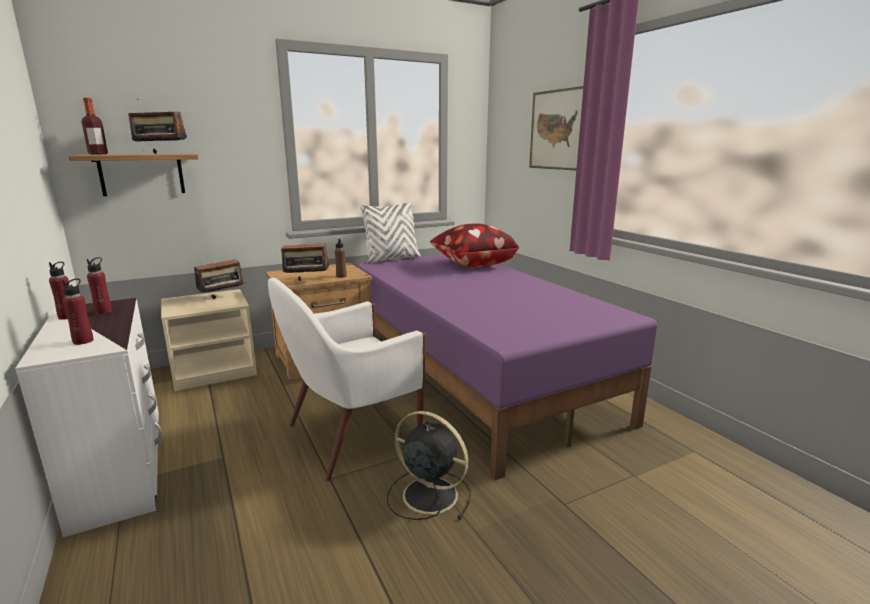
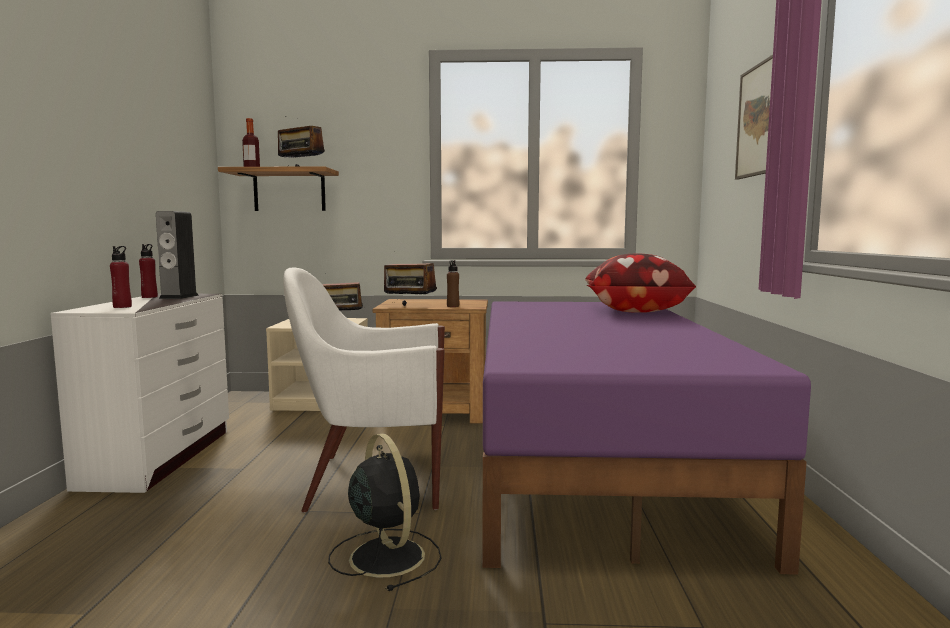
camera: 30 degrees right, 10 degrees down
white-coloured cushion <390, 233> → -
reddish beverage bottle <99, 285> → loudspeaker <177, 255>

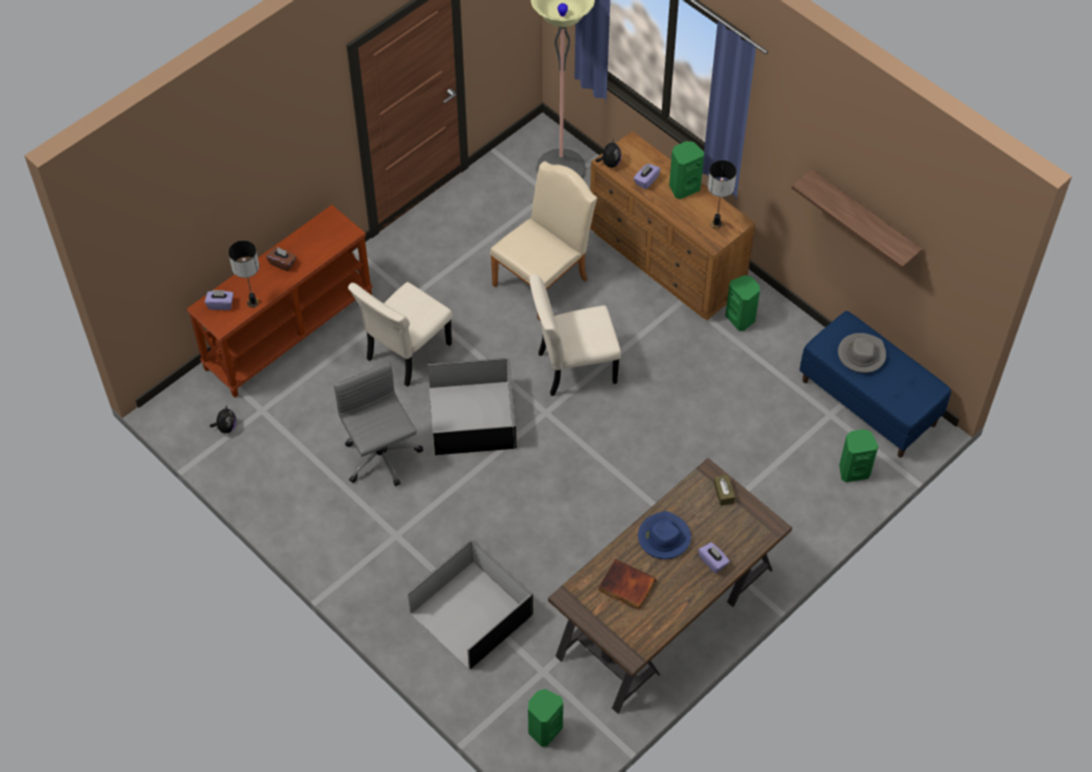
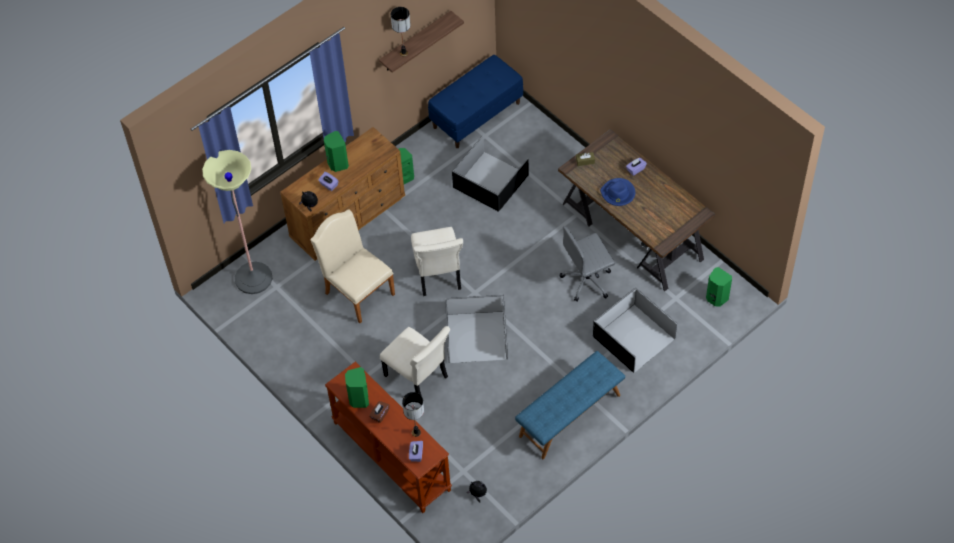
camera: 85 degrees left, 0 degrees up
lamp for a table <722, 194> → lamp for a table <401, 31>, shifted
greyish clothing hat <862, 353> → -
greyish desk chair <378, 424> → greyish desk chair <587, 263>, shifted
green loudspeaker <858, 455> → green loudspeaker <357, 387>, shifted
bound book <627, 584> → -
- → black-coloured storage bin <490, 173>
- → blue bench <570, 405>

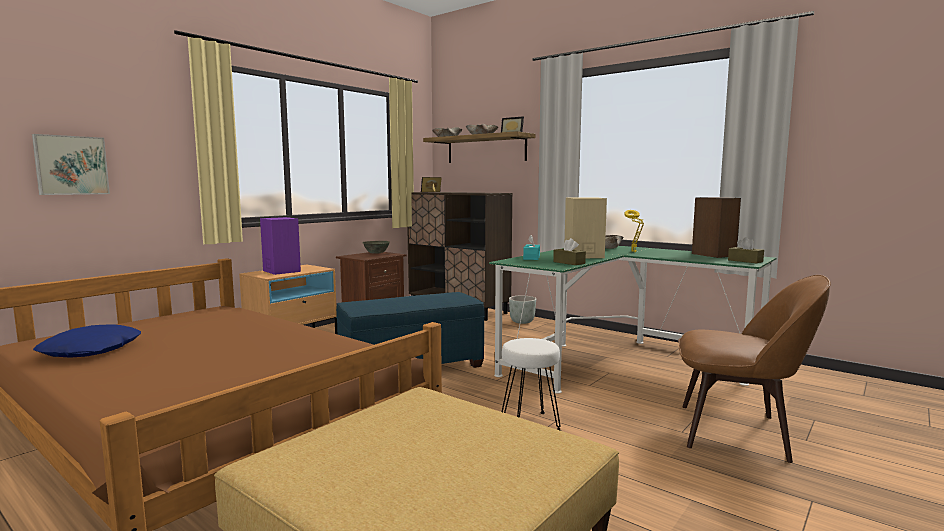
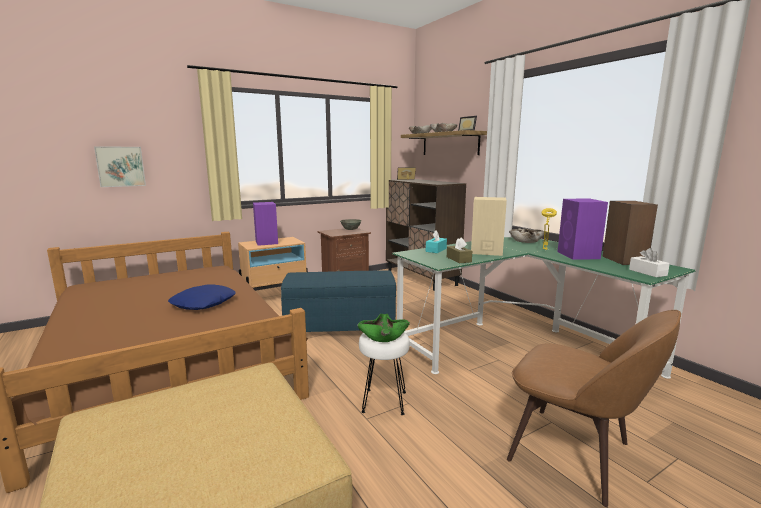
camera: 20 degrees right, 5 degrees up
brown tissue box <746, 250> → white-coloured tissue box <649, 262>
greyish plant pot <522, 310> → -
blue cushion <87, 341> → blue cushion <202, 297>, shifted
- → purple-coloured loudspeaker <583, 229>
- → green deep dish <383, 328>

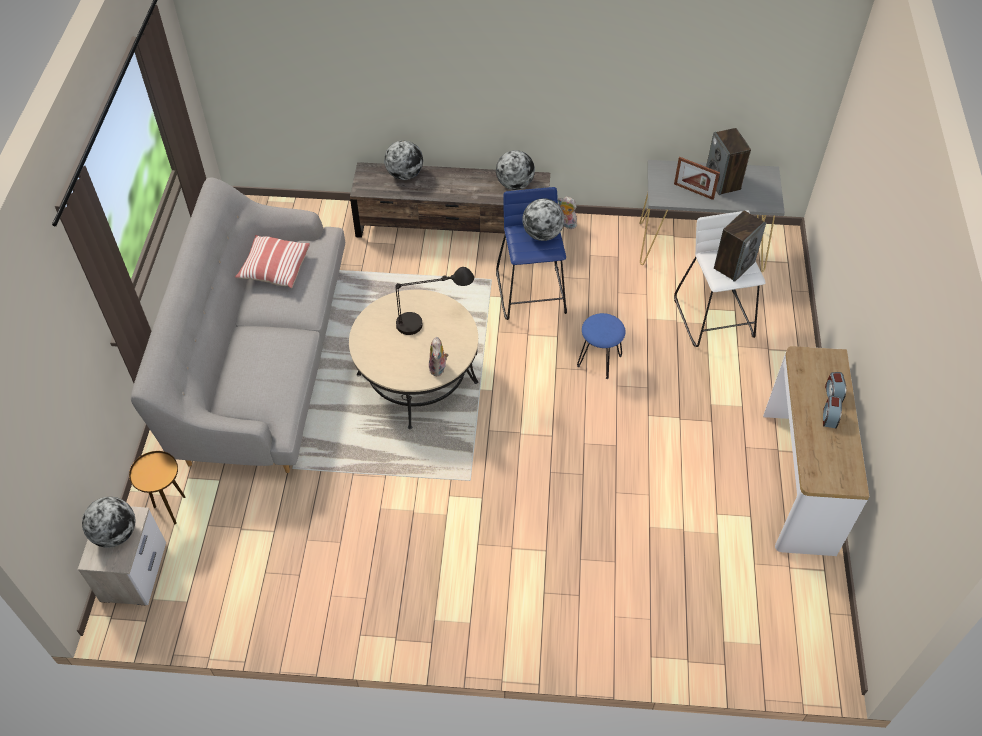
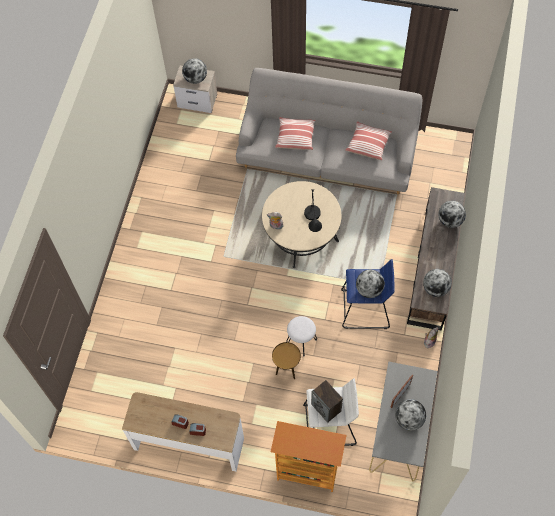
camera: 100 degrees right, 10 degrees up
loudspeaker <728, 161> → world globe <410, 414>
blue stool <601, 346> → white-coloured stool <301, 336>
brown end table <157, 487> → brown end table <286, 360>, shifted
- → cushion <295, 133>
- → shelving unit <309, 456>

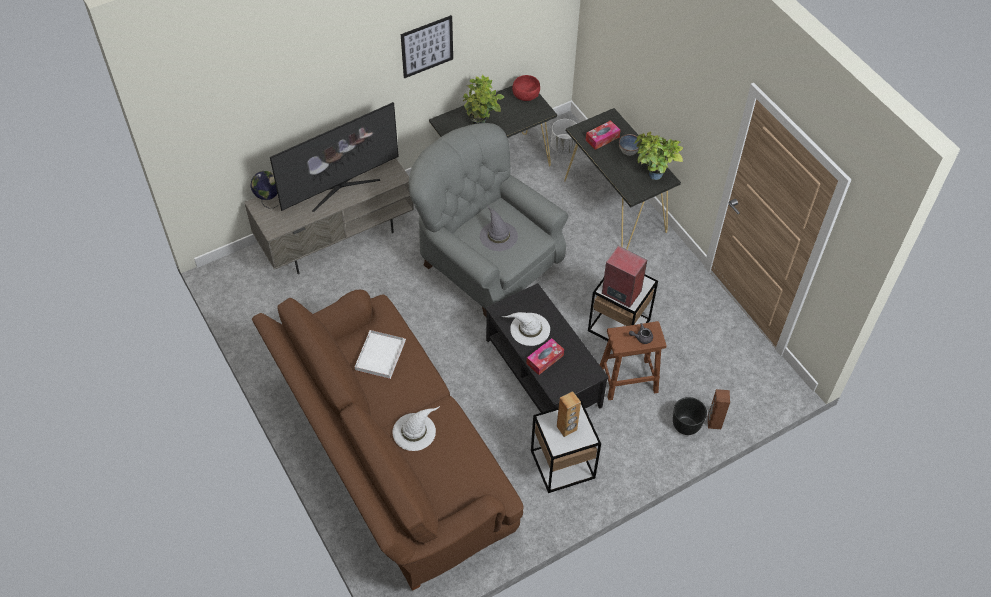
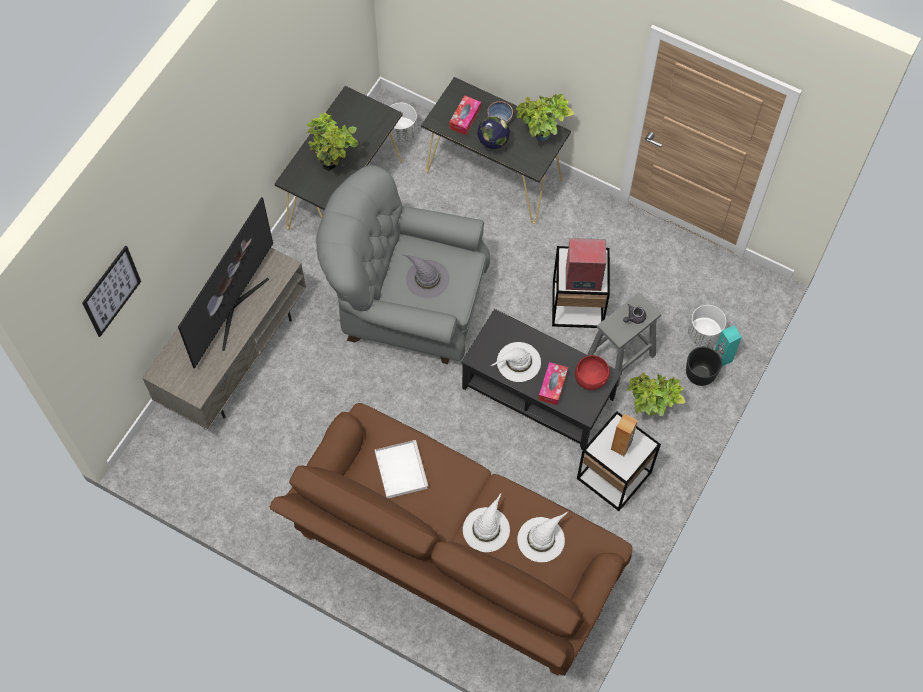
camera: 30 degrees left, 10 degrees up
wall art <427, 46> → wall art <111, 291>, shifted
reddish deep dish <526, 88> → reddish deep dish <592, 372>, shifted
world globe <264, 189> → world globe <493, 135>, shifted
brown stool <633, 360> → greyish stool <624, 339>
brown loudspeaker <719, 409> → blue-green loudspeaker <728, 345>
- → white-coloured plant pot <707, 326>
- → potted plant <656, 394>
- → white-coloured clothing hat <542, 537>

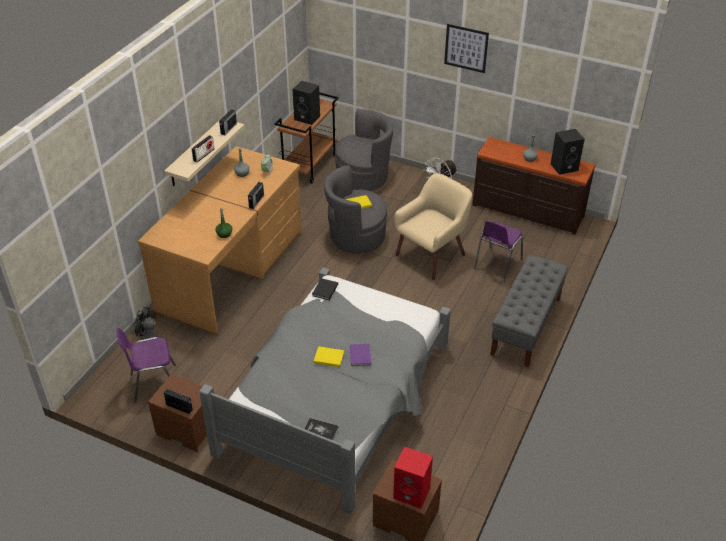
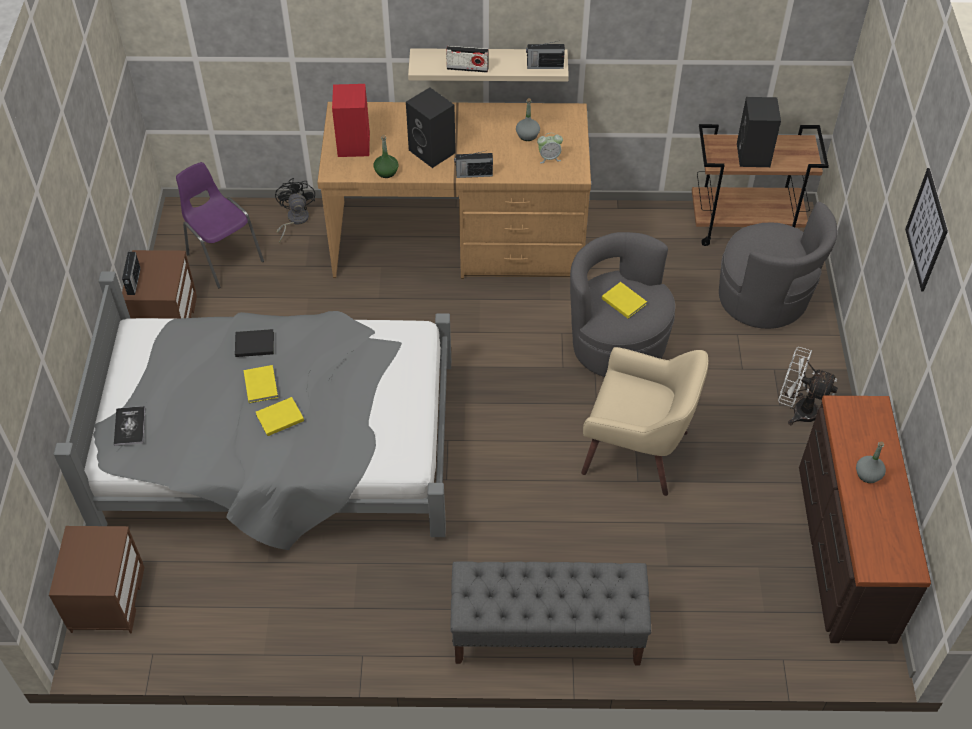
camera: 65 degrees right, 10 degrees up
black-coloured loudspeaker <568, 152> → black-coloured loudspeaker <431, 127>, shifted
purple-coloured upright chair <498, 250> → -
black-coloured bound book <325, 289> → black-coloured bound book <254, 343>, shifted
purple-coloured bound book <360, 355> → yellow bound book <280, 416>
reddish loudspeaker <413, 478> → reddish loudspeaker <351, 120>, shifted

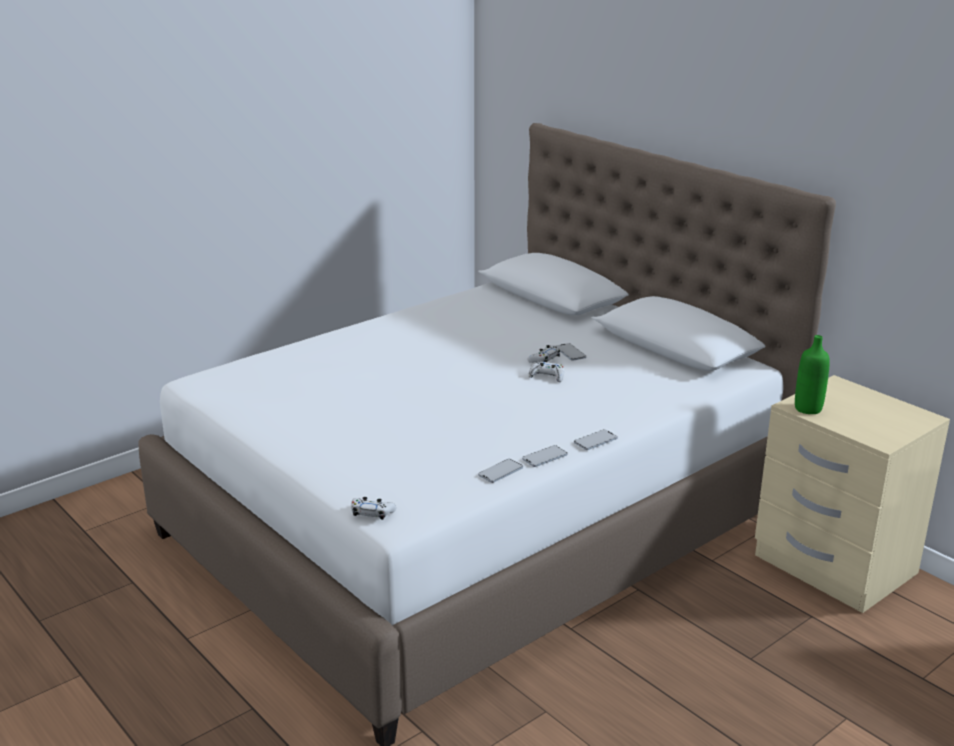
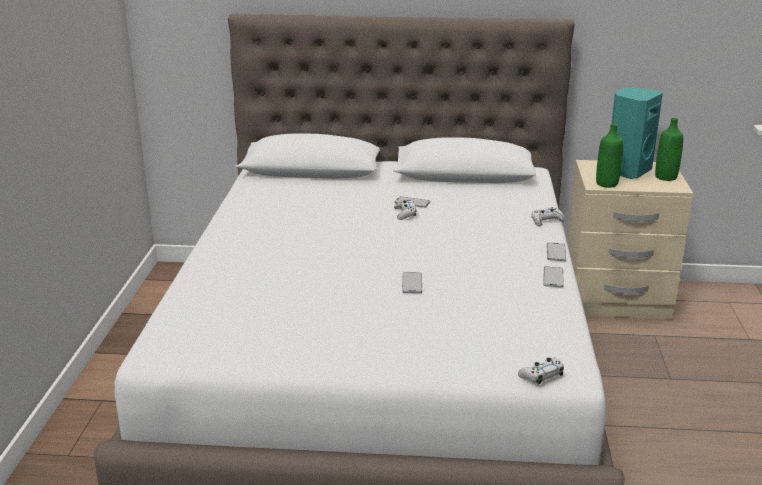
camera: 45 degrees left, 0 degrees up
white-coloured gamepad <547, 372> → white-coloured gamepad <548, 217>, shifted
telephone <500, 471> → telephone <412, 282>, shifted
- → blue-green loudspeaker <637, 133>
- → green beverage bottle <669, 149>

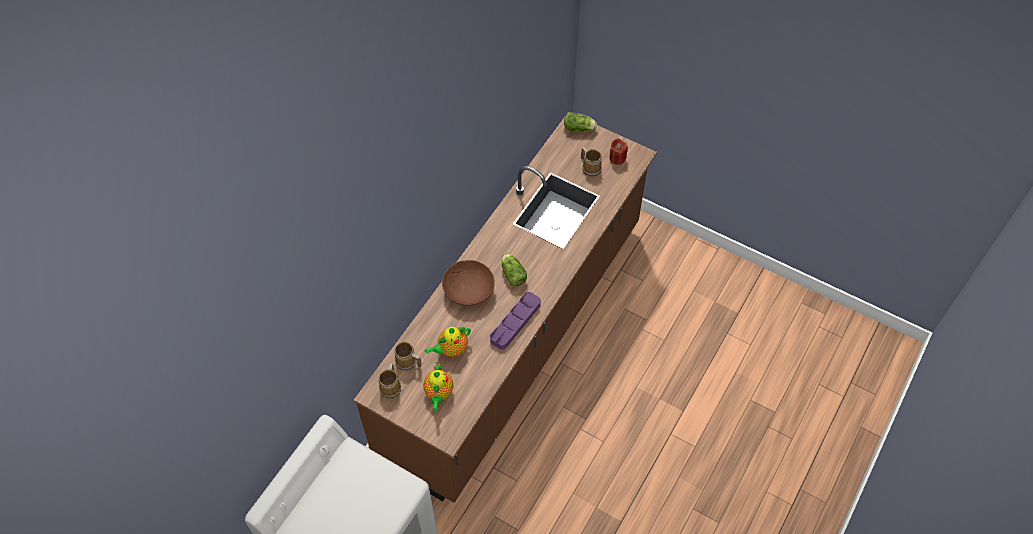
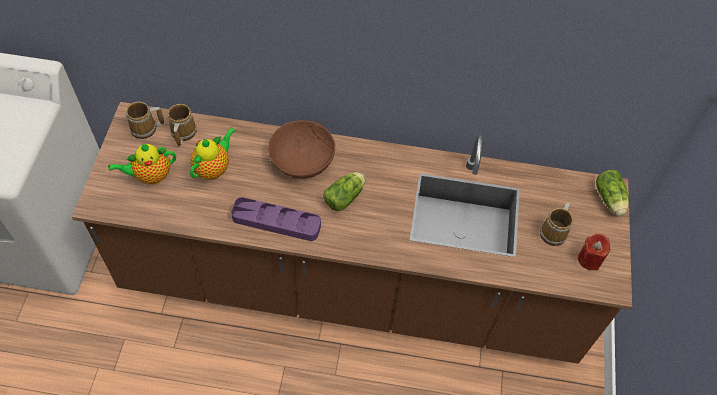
camera: 65 degrees right, 0 degrees up
tea pot <448, 342> → tea pot <213, 154>, 90 degrees clockwise

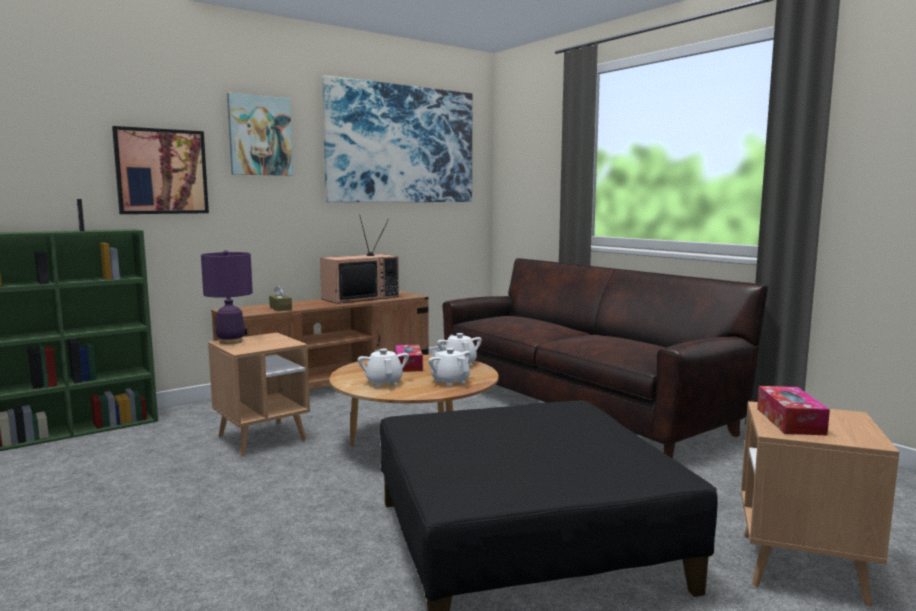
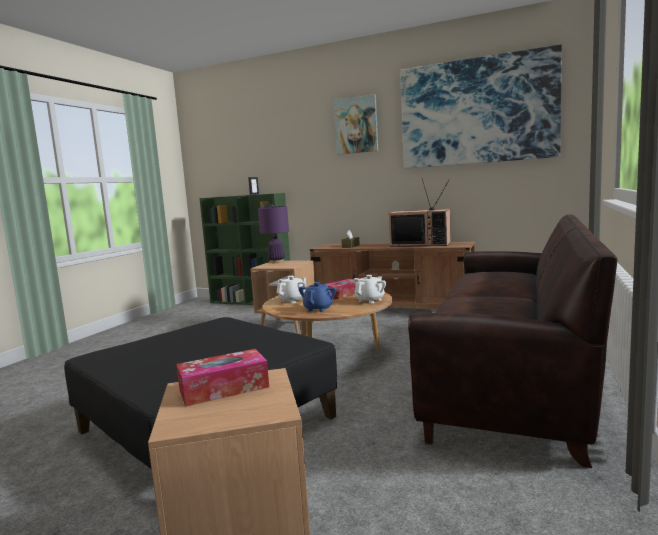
camera: 60 degrees right, 0 degrees up
wall art <160, 170> → -
white-coloured tea pot <449, 367> → blue tea pot <318, 297>

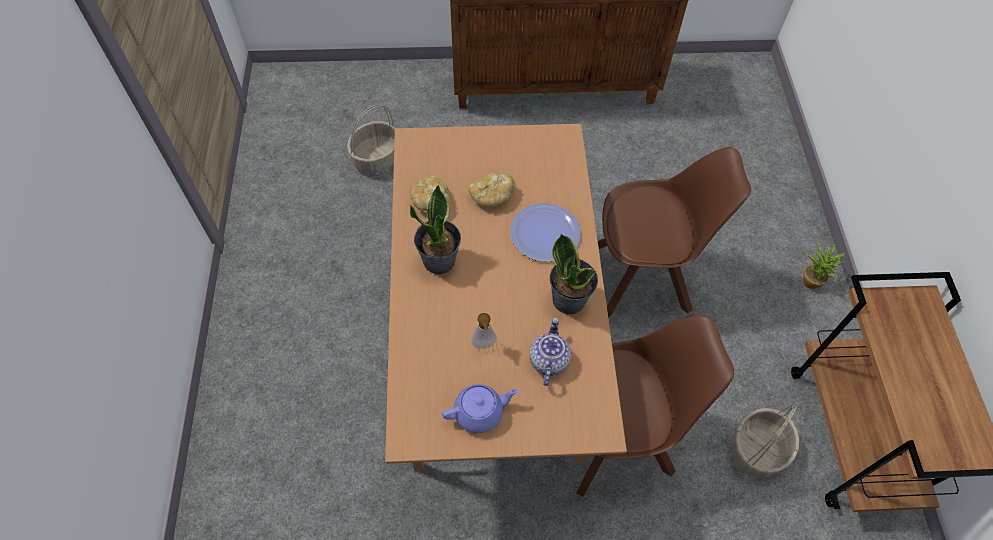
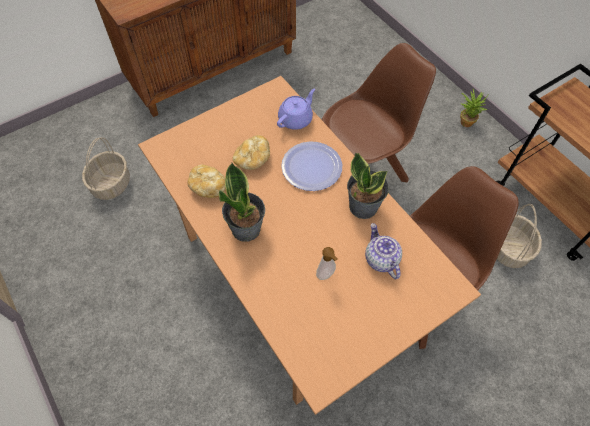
camera: 30 degrees left, 0 degrees up
purple-coloured tea pot <480, 408> → purple-coloured tea pot <296, 109>, shifted

